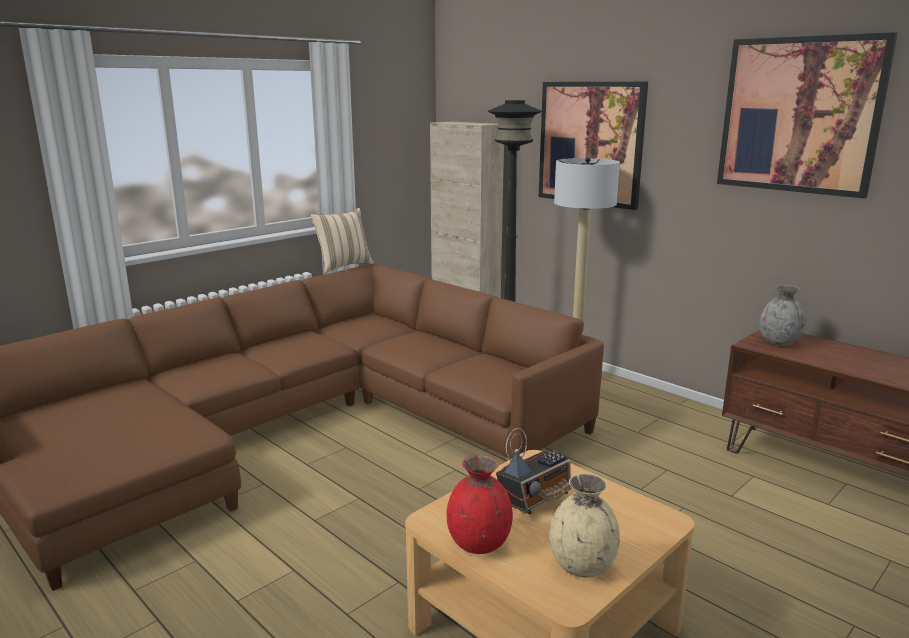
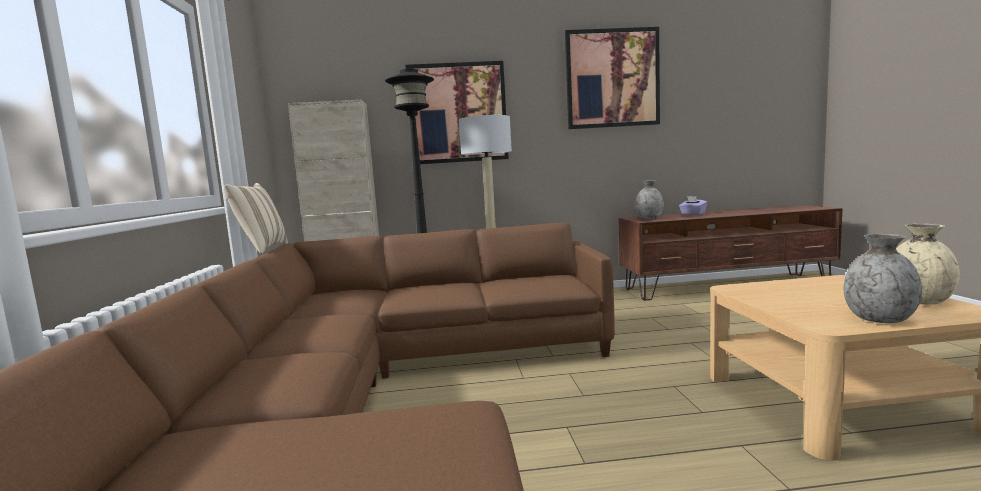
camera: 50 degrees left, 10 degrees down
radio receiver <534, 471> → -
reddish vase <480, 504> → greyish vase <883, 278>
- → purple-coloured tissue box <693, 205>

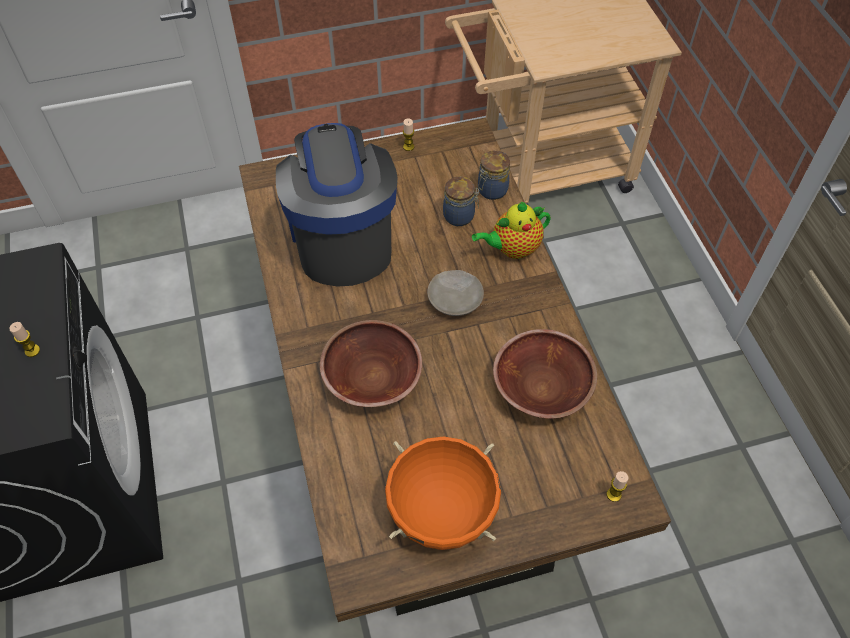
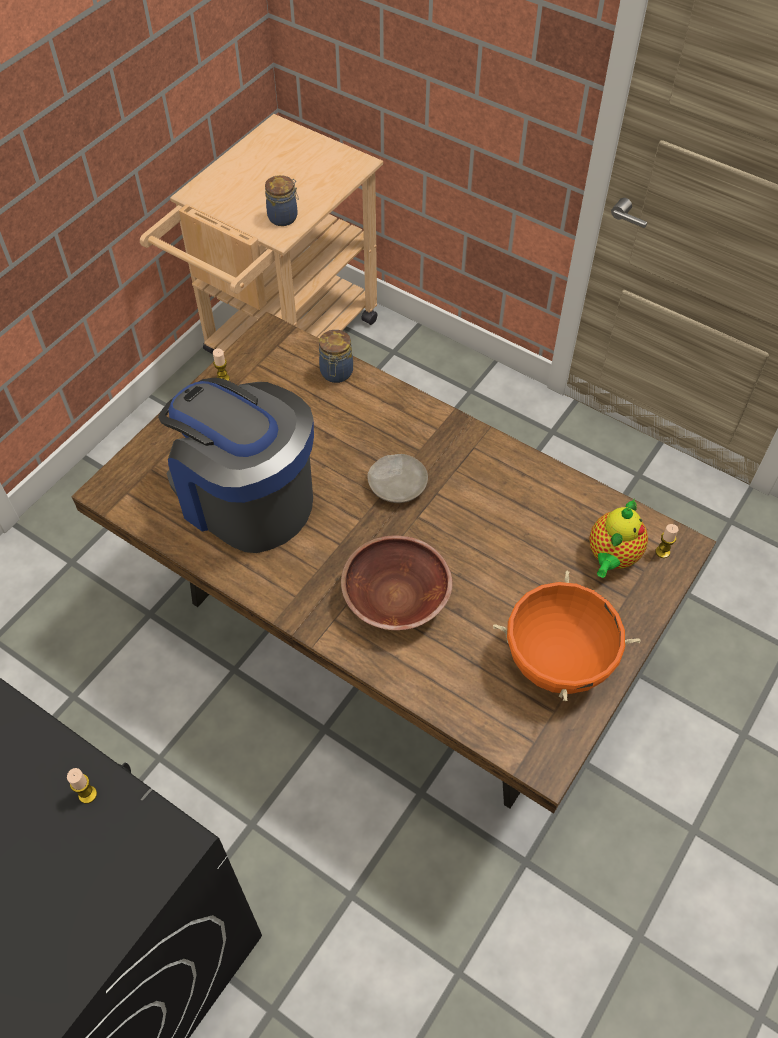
camera: 40 degrees left, 0 degrees up
storage jar <461, 201> → storage jar <282, 200>, shifted
tea pot <511, 230> → tea pot <618, 538>, shifted
brown deep dish <545, 374> → -

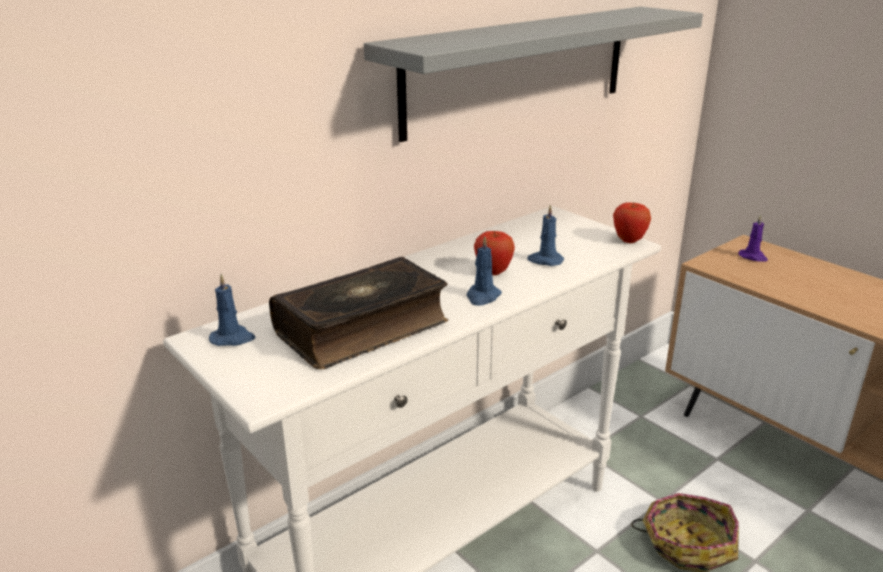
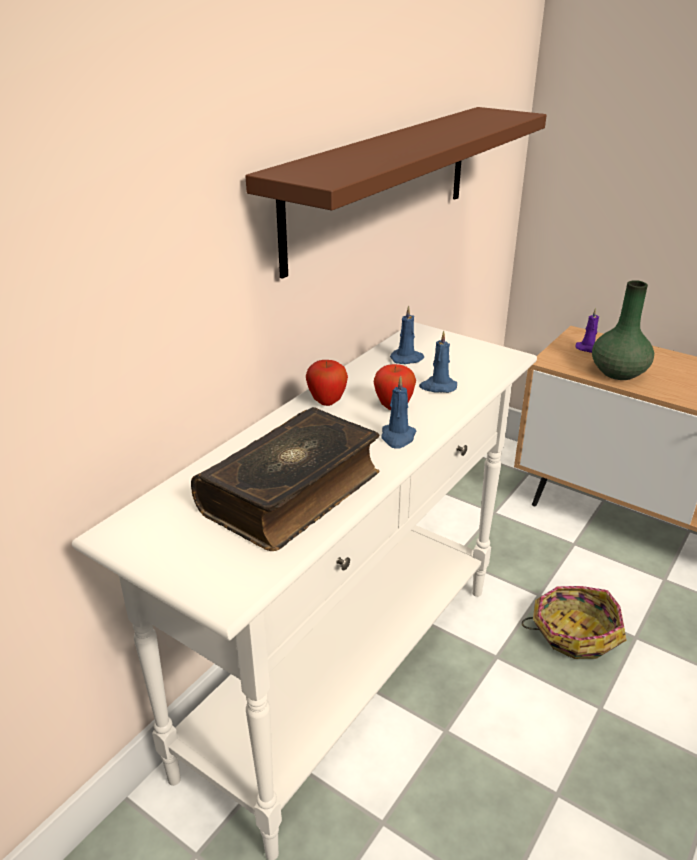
camera: 15 degrees left, 5 degrees up
greyish wall shelf <533, 74> → brown wall shelf <396, 193>
whole apple <632, 222> → whole apple <327, 383>, shifted
blue candle <232, 310> → blue candle <407, 335>, shifted
- → green vase <623, 330>

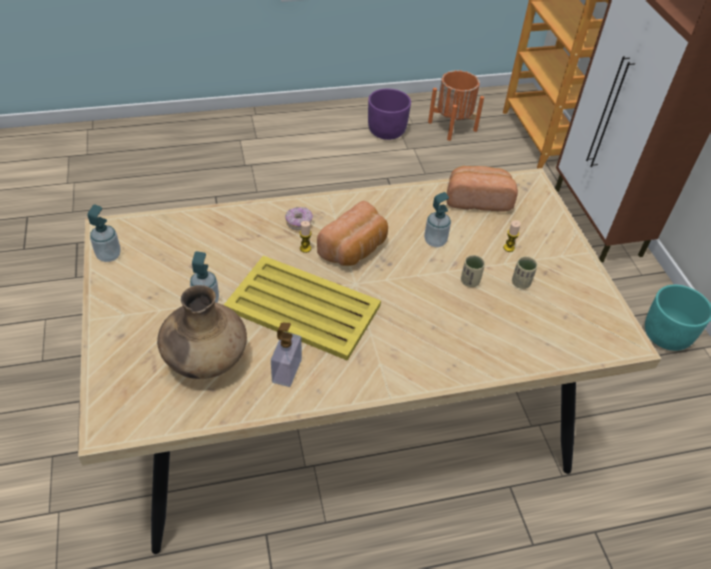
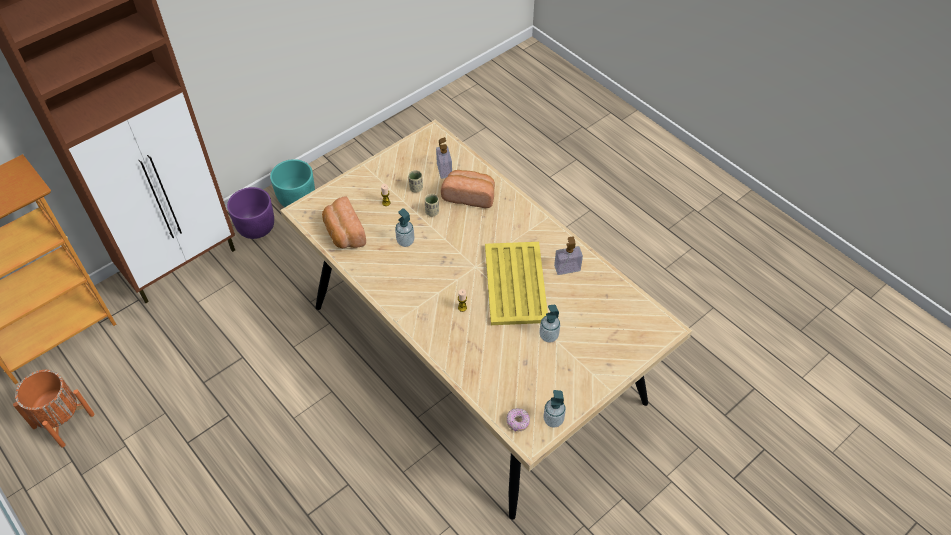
camera: 115 degrees left, 5 degrees up
purple-coloured plant pot <389, 114> → purple-coloured plant pot <250, 213>, shifted
bakery bread <352, 233> → bakery bread <468, 189>, shifted
doughnut <299, 218> → doughnut <518, 420>, shifted
brown vase <202, 332> → -
- → soap bottle <444, 158>

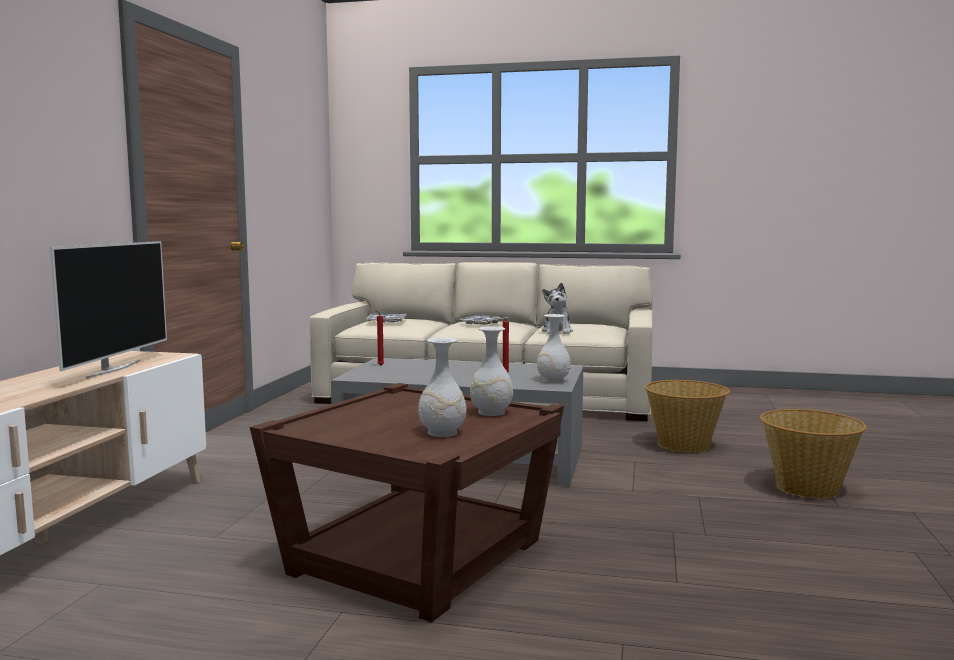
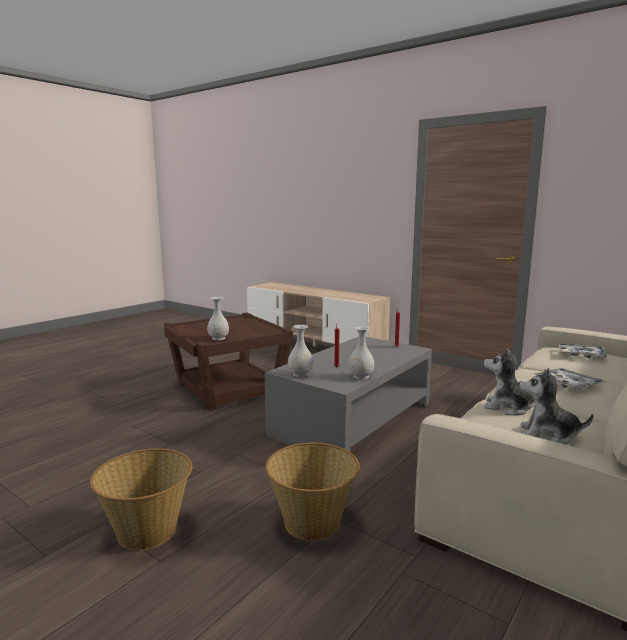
camera: 115 degrees right, 5 degrees up
TV <108, 310> → -
white-coloured vase <442, 387> → white-coloured vase <361, 353>, shifted
- → soft toy <556, 406>

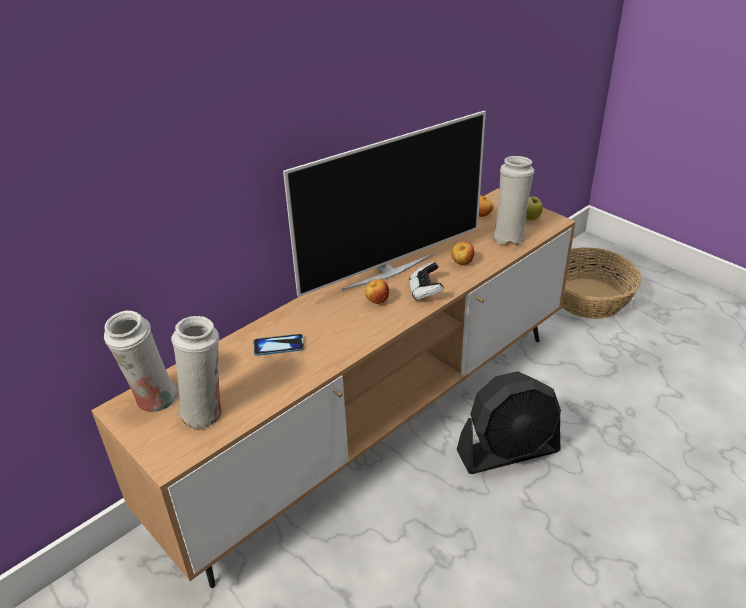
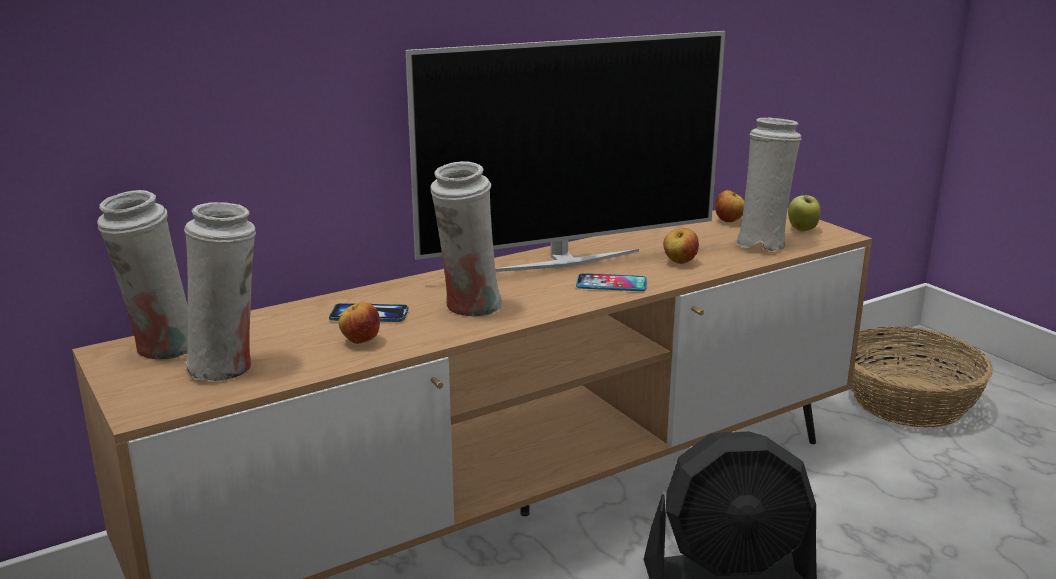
camera: 10 degrees right, 15 degrees down
gamepad <426, 281> → telephone <611, 282>
whole apple <377, 291> → whole apple <359, 323>, shifted
- → white-coloured vase <466, 238>

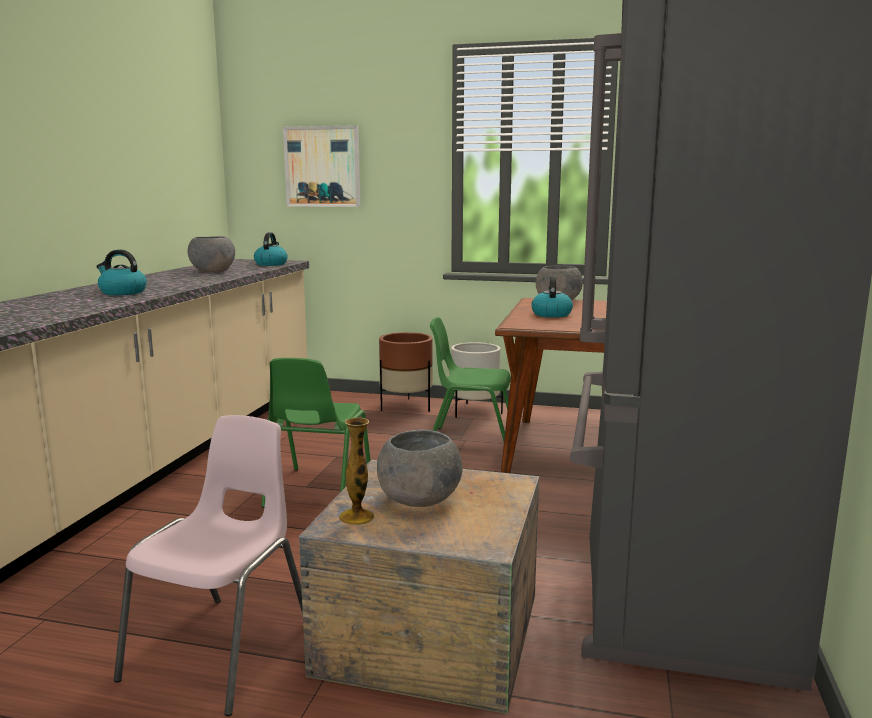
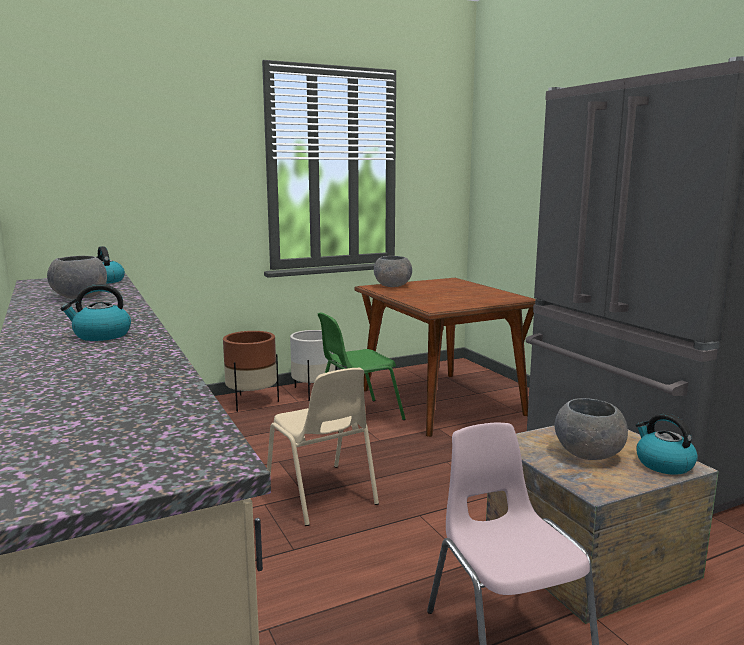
camera: 40 degrees left, 0 degrees up
wall art <321, 166> → -
kettle <552, 297> → kettle <667, 444>, shifted
green upright chair <316, 433> → sand-coloured upright chair <323, 447>
vase <357, 471> → -

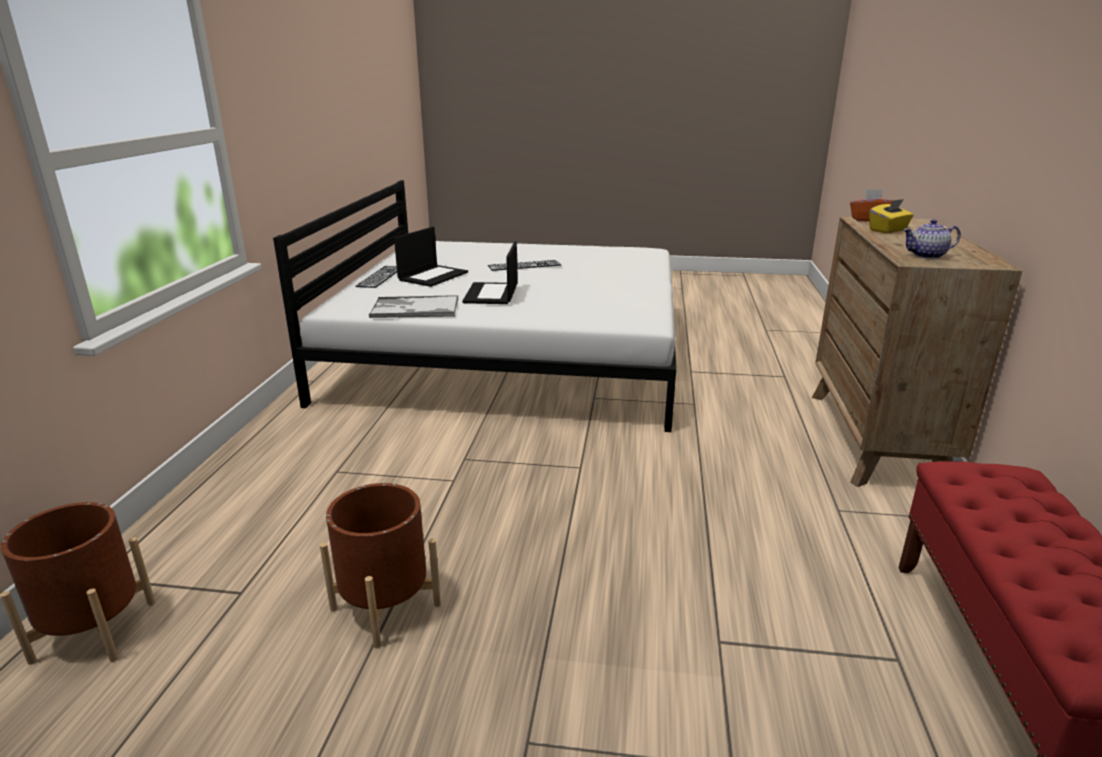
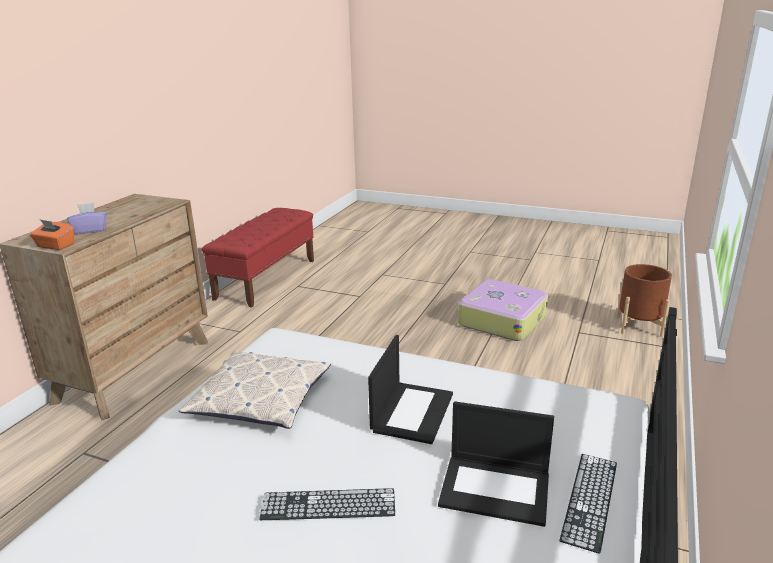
camera: 165 degrees left, 0 degrees up
yellow tissue box <891, 216> → purple-coloured tissue box <87, 218>
tea pot <932, 239> → -
laptop <431, 257> → laptop <496, 464>, 120 degrees counterclockwise
carrying tray <413, 306> → -
brown plant pot <380, 565> → travel case <503, 310>
- → cushion <254, 390>

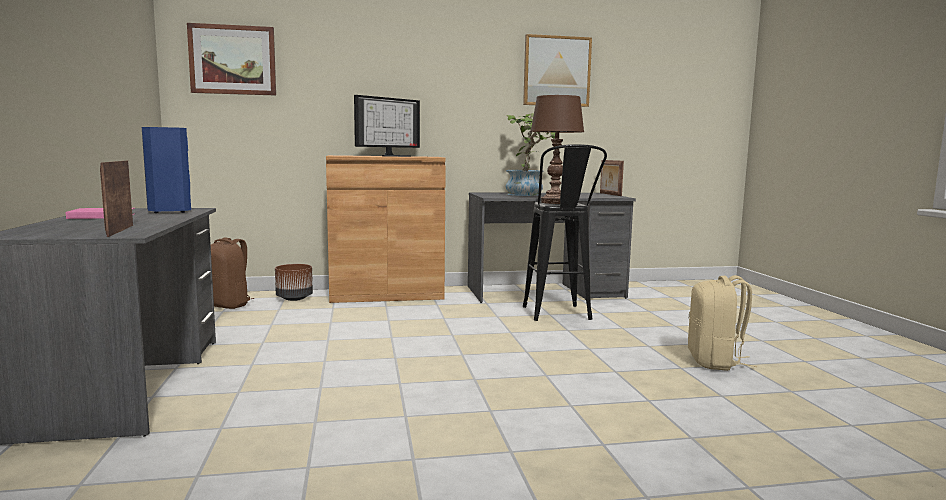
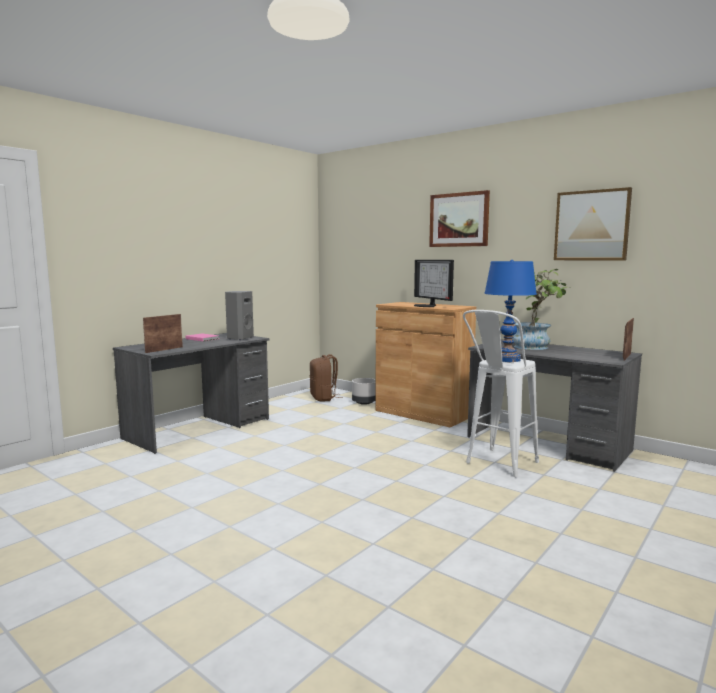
camera: 50 degrees right, 0 degrees up
wall art <231, 59> → wall art <459, 218>, shifted
computer display <387, 126> → computer display <434, 283>, 60 degrees clockwise
brown lamp for a table <557, 149> → blue lamp for a table <510, 311>
blue loudspeaker <166, 170> → greyish loudspeaker <239, 315>
black-coloured stool <565, 232> → white-coloured stool <501, 393>
brown plant pot <294, 282> → greyish plant pot <364, 391>
sand-coloured rucksack <722, 323> → -

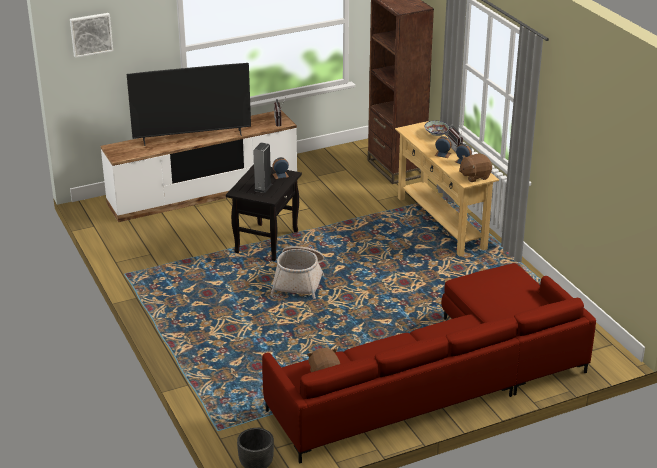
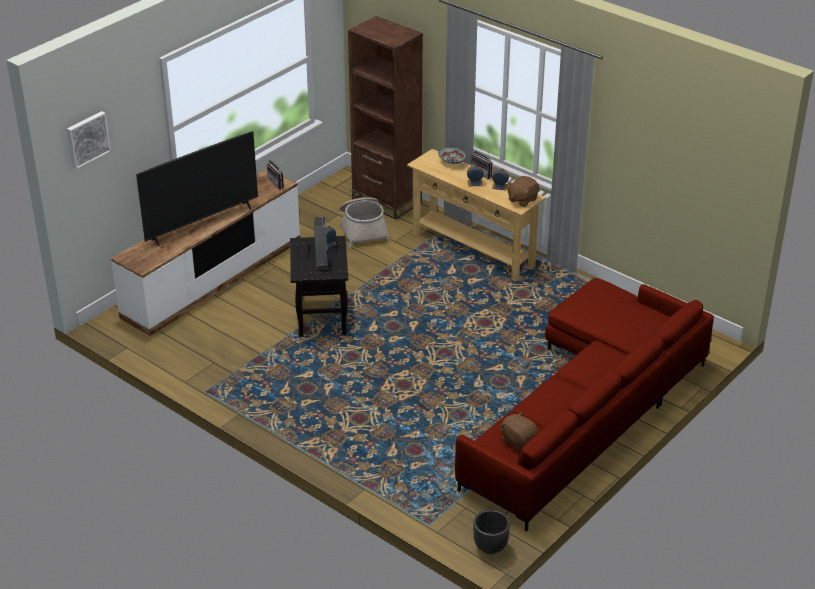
camera: 25 degrees left, 5 degrees up
storage basket <297, 272> → storage basket <364, 222>, shifted

